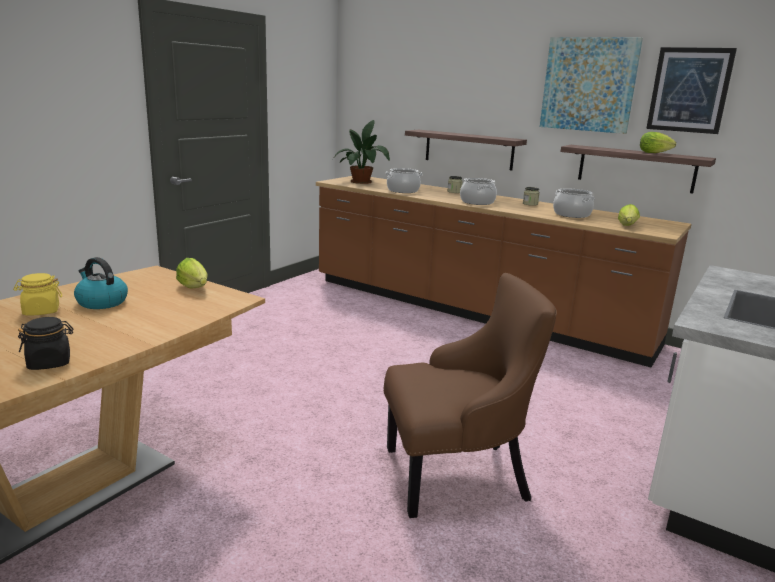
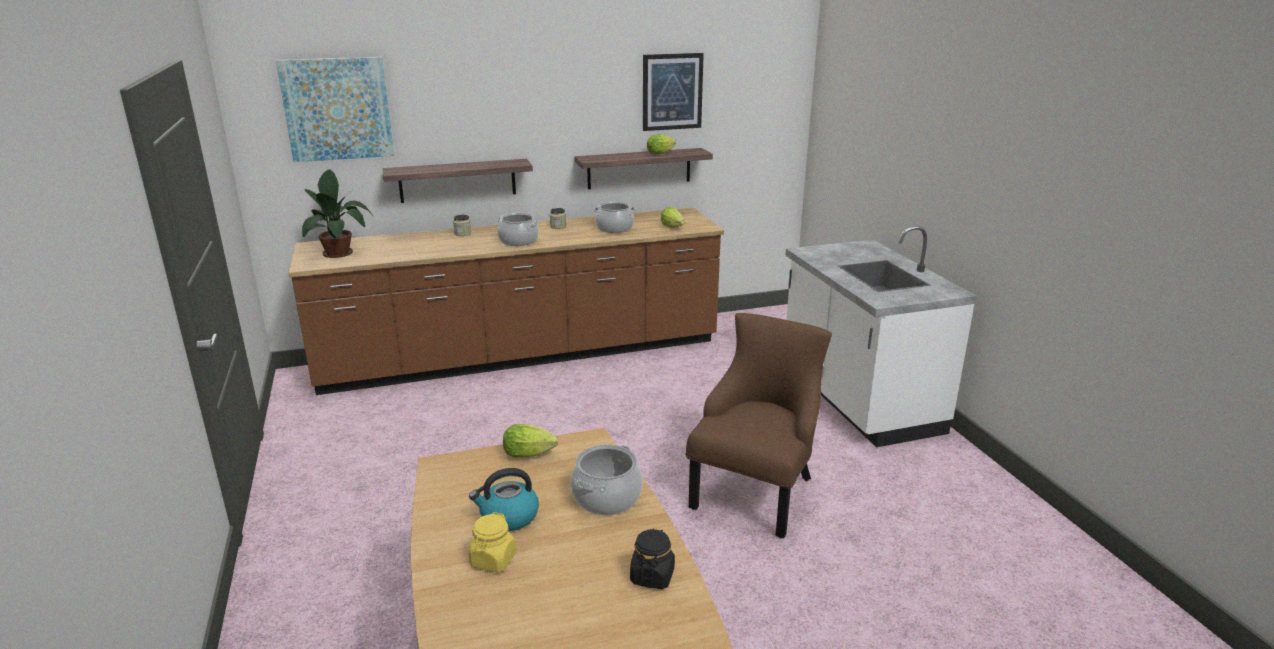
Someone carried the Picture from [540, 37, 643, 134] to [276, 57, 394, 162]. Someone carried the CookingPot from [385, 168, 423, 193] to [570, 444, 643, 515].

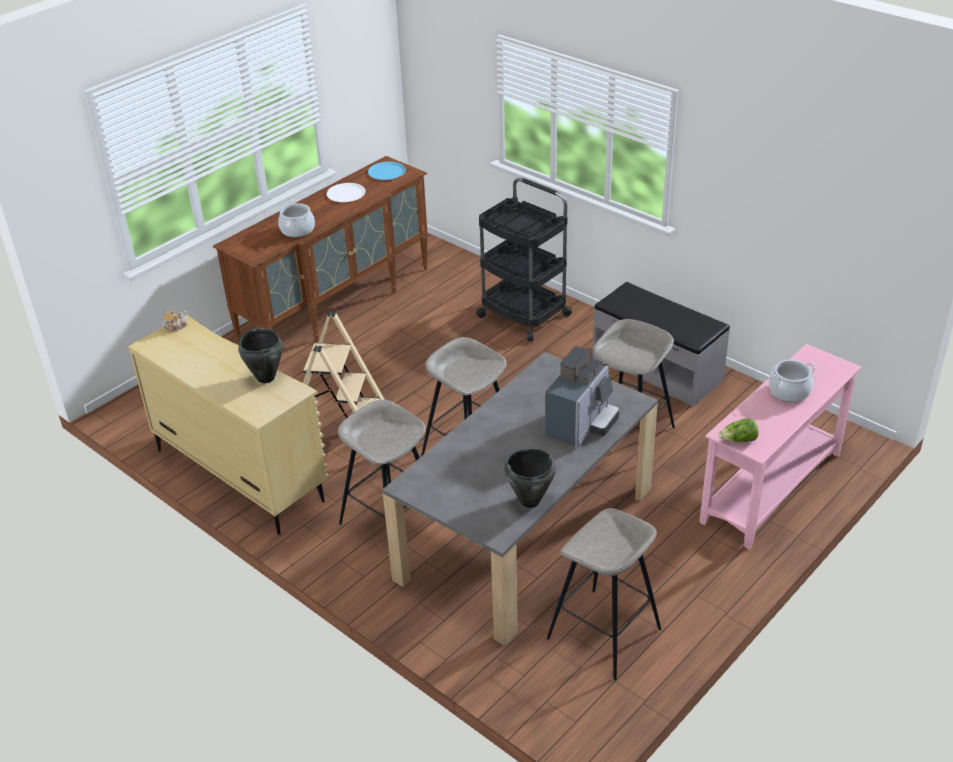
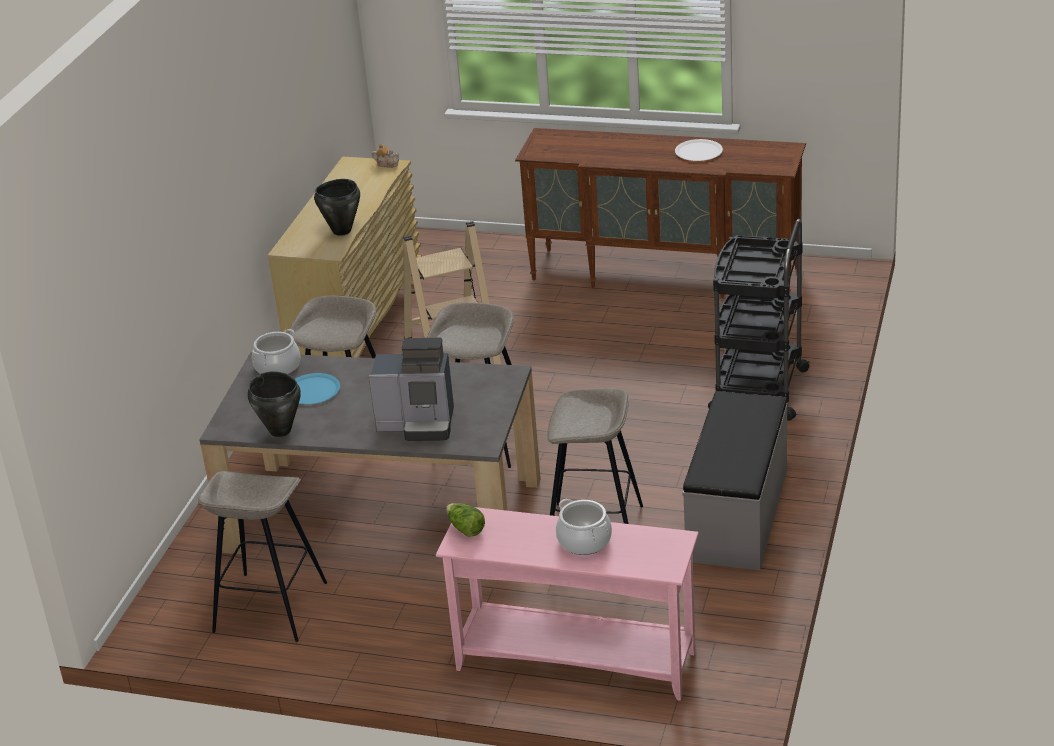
Someone carried the CookingPot from [278, 201, 315, 238] to [252, 329, 300, 375]. Someone carried the BluePlate from [368, 162, 406, 180] to [295, 373, 340, 404].

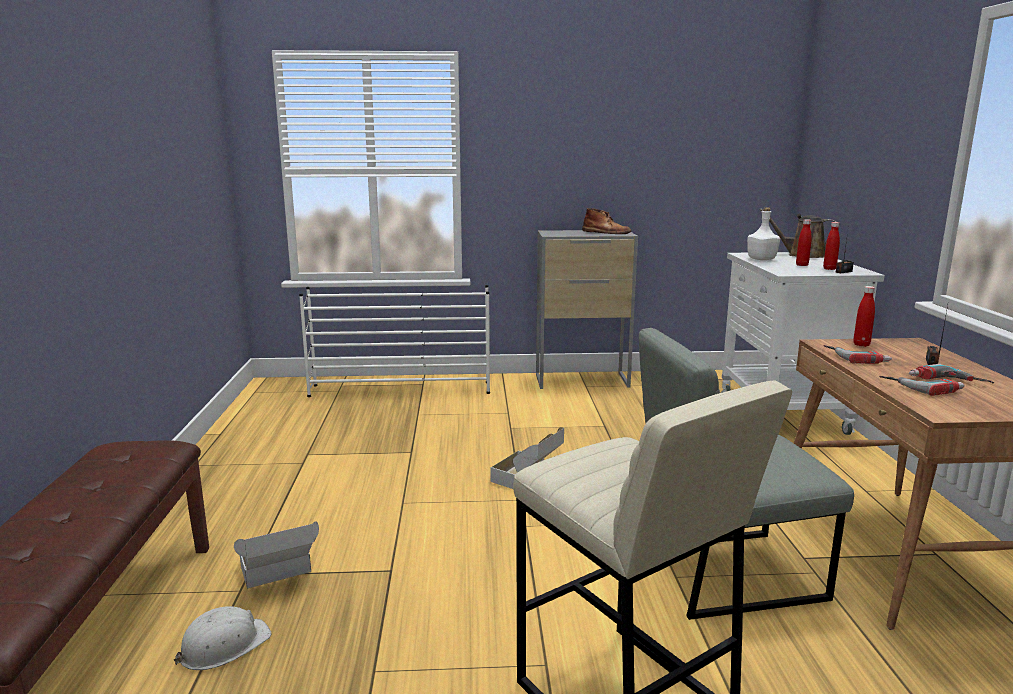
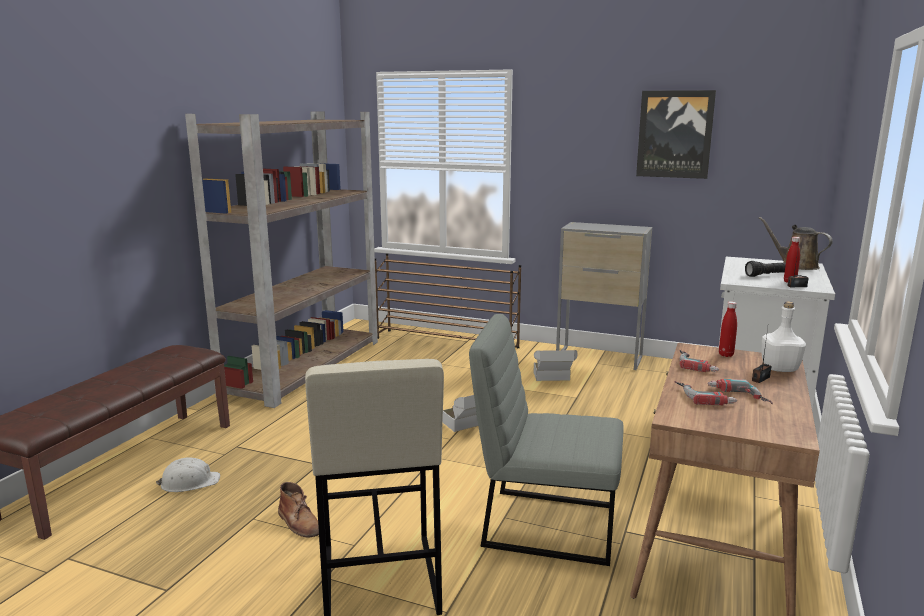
Someone put down the BrownBookcase at [185, 111, 378, 408]. Someone carried the BrownBoot from [582, 208, 631, 234] to [278, 482, 319, 537]. Someone repainted the WhiteShoeRack at [299, 285, 490, 397], which became the BrownShoeRack at [375, 253, 521, 348]. Someone carried the CardboardBox from [234, 521, 319, 589] to [533, 350, 578, 381]. Someone put up the Picture at [636, 90, 716, 179]. Someone swapped the RedBottle at [796, 219, 812, 266] for the BlackFlashlight at [745, 261, 786, 277]. Someone carried the WhiteBottle from [747, 207, 780, 260] to [762, 301, 806, 372].

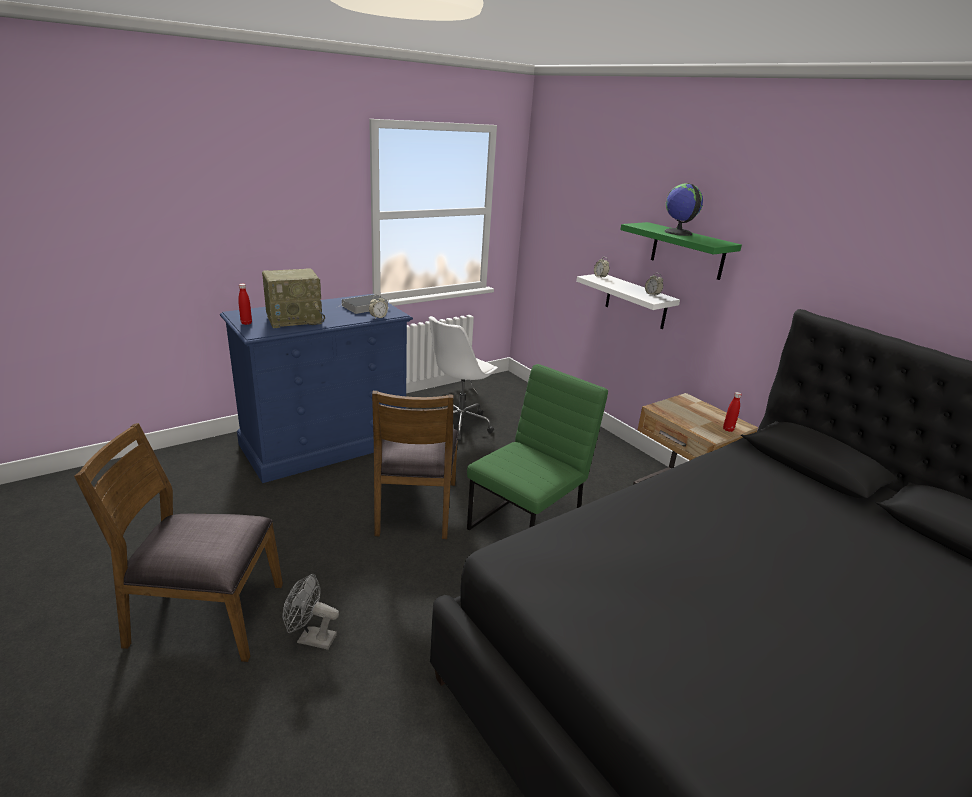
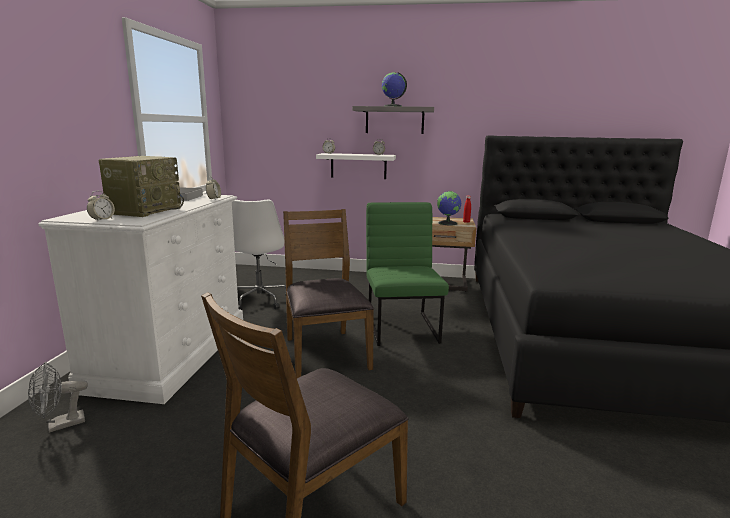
Someone carried the GreyFan from [282, 574, 339, 650] to [28, 362, 88, 433]. Someone repainted the BlueDresser at [220, 294, 413, 483], which became the WhiteDresser at [39, 194, 243, 404]. Someone swapped the RedBottle at [238, 284, 252, 325] for the AlarmClock at [87, 191, 115, 221]. Someone rotated the BrownChair at [372, 391, 459, 539] by 150 degrees counterclockwise. Someone repainted the GreenShelf at [620, 222, 742, 280], which became the GreyShelf at [352, 106, 434, 134]. Someone put down the Globe at [437, 191, 461, 225].

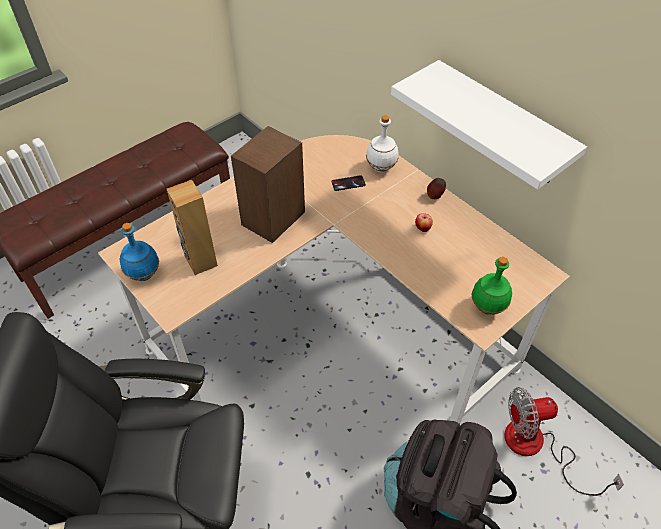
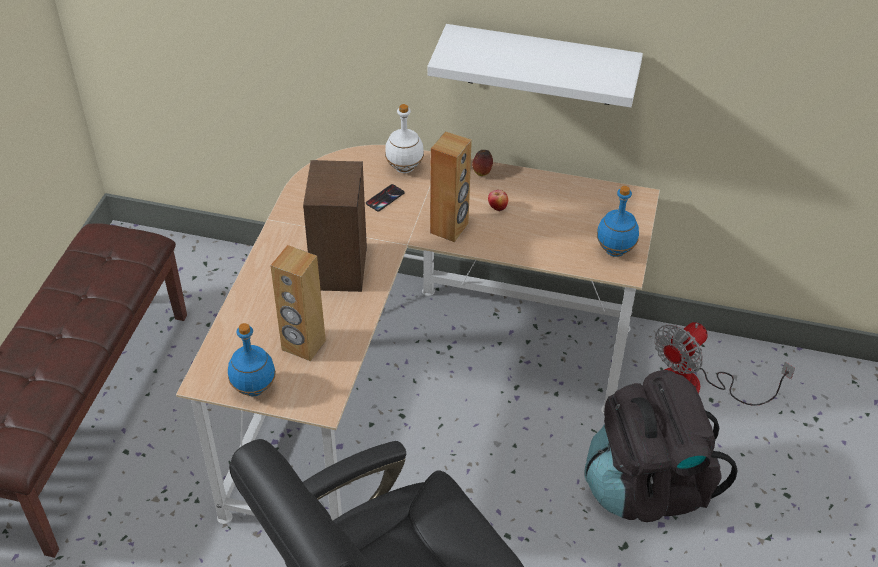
Someone put down the BrownSpeaker at [430, 131, 472, 242]. Someone repainted the GreenBottle at [472, 257, 512, 315], which became the BlueBottle at [597, 186, 639, 257].

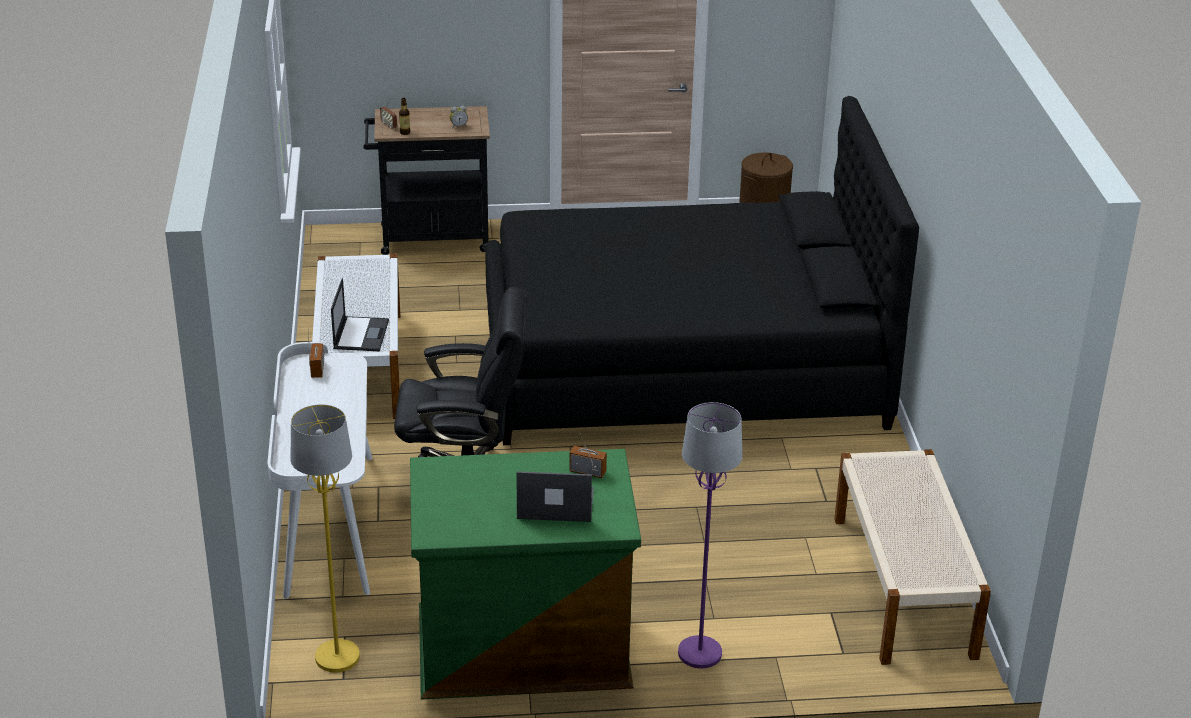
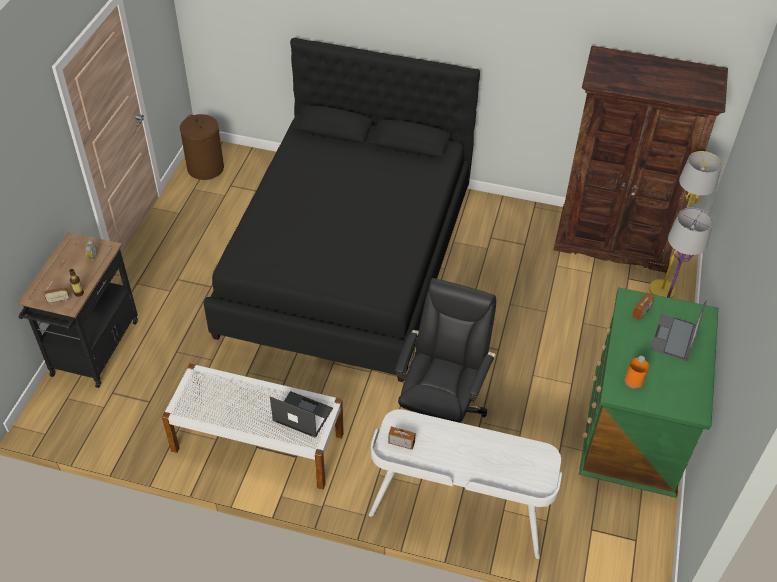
Someone swapped the BeigeBench at [834, 449, 991, 665] for the BrownWardrobe at [554, 46, 728, 273]. Someone put down the OrangeBottle at [624, 356, 649, 389]. Someone carried the YellowFloorLamp from [291, 404, 360, 672] to [649, 151, 722, 298].

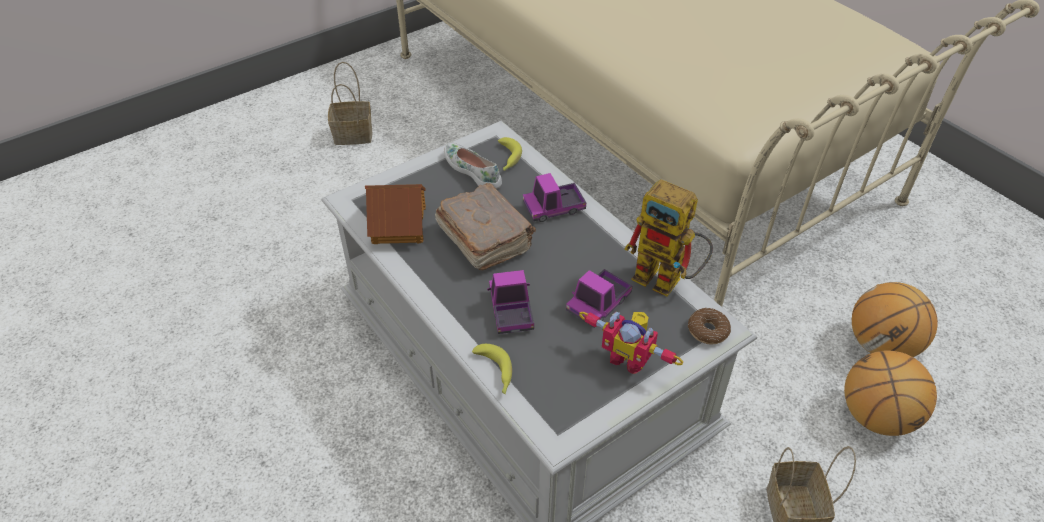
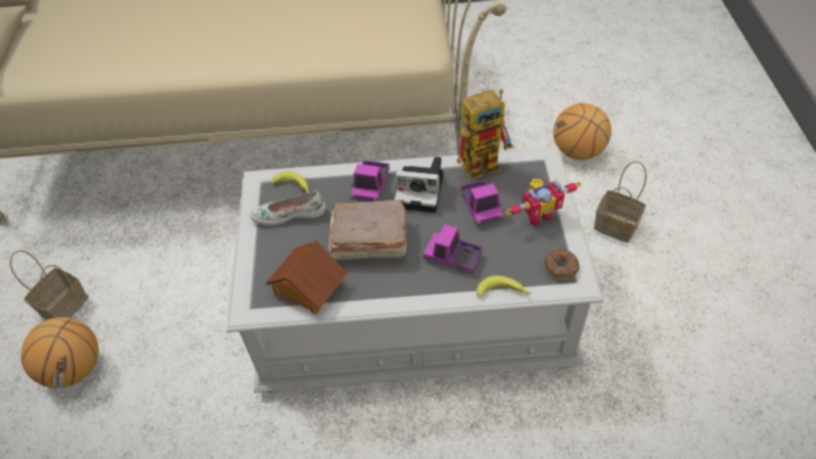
Someone carried the Basketball from [852, 282, 938, 357] to [21, 317, 99, 388]. Someone put down the PhotoCamera at [394, 157, 444, 213]. Someone carried the Donut from [688, 308, 731, 344] to [544, 249, 579, 279].

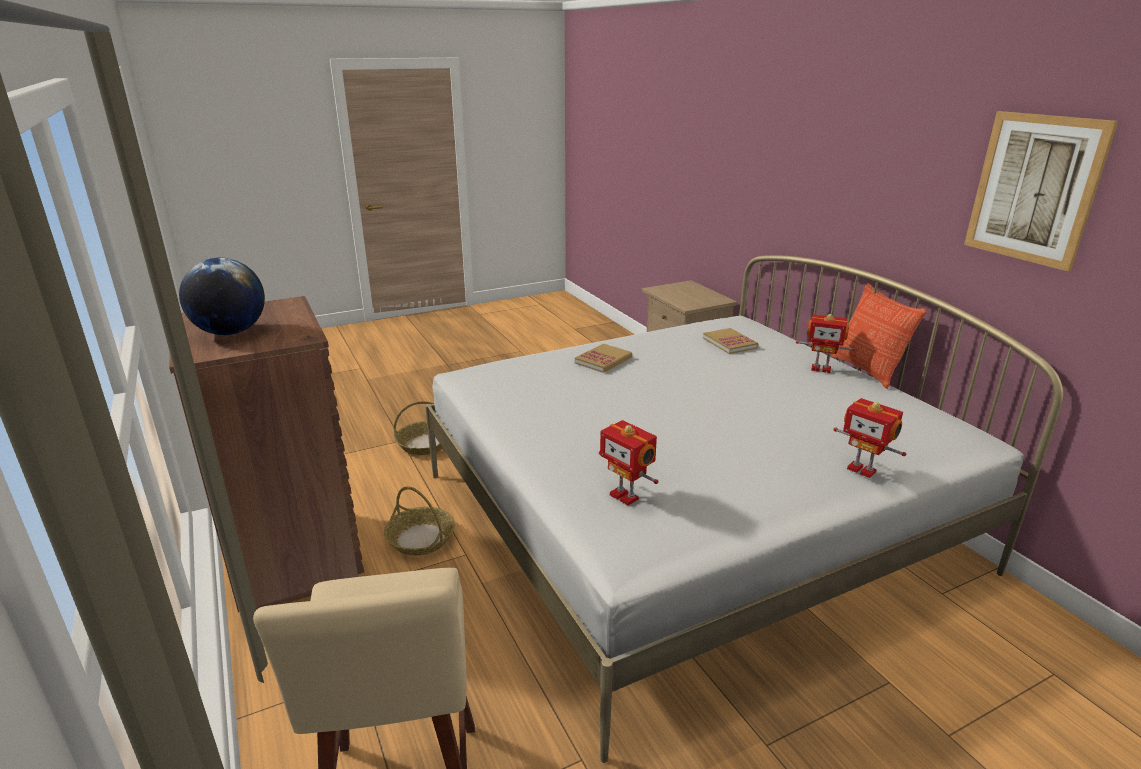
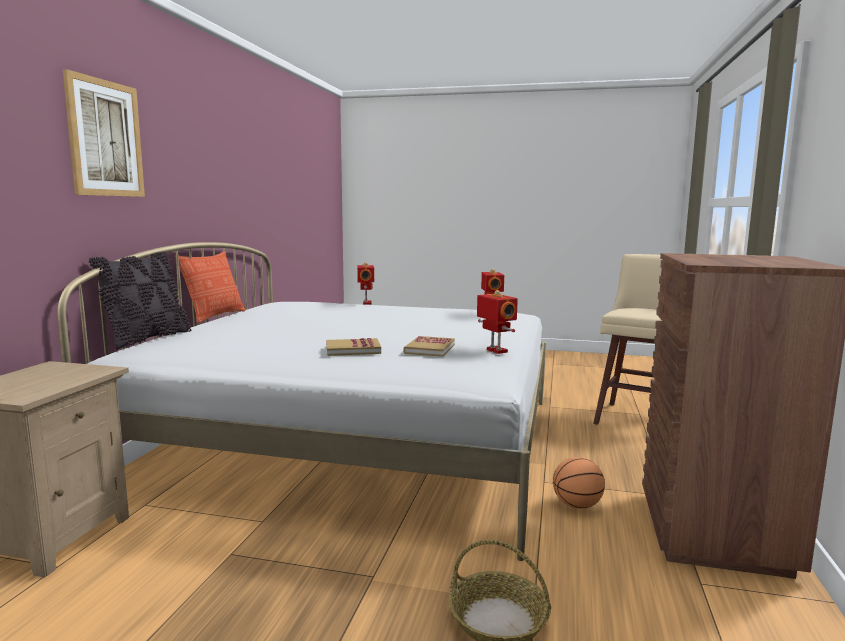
Someone carried the Picture from [964, 111, 1118, 271] to [63, 69, 145, 197]. Someone put down the BlackPillow at [89, 252, 191, 349]. Someone carried the Book from [703, 328, 758, 354] to [403, 336, 455, 357]. Someone carried the ToyRobot from [796, 314, 855, 373] to [477, 290, 518, 354]. Someone swapped the Basket at [384, 486, 455, 556] for the Basketball at [553, 457, 605, 509]. Someone took away the Globe at [179, 257, 265, 335].

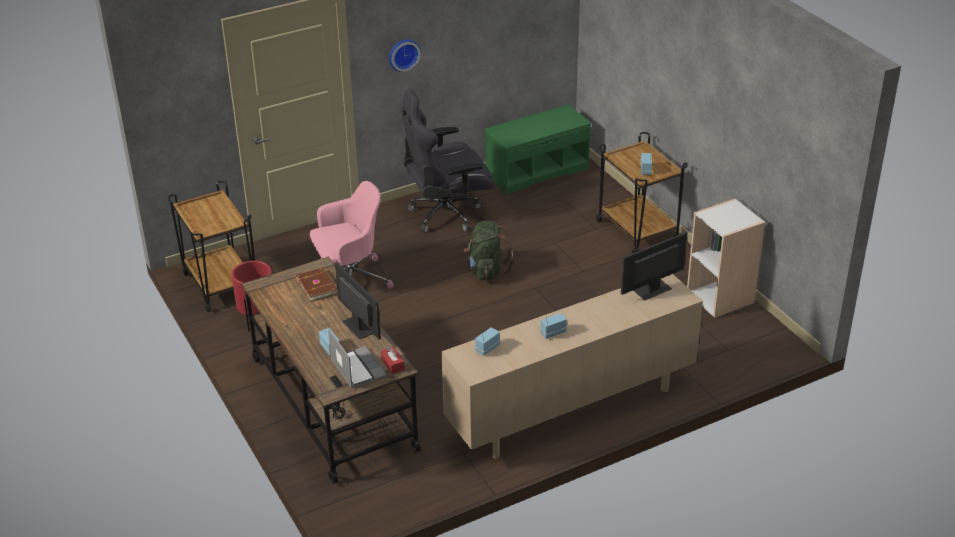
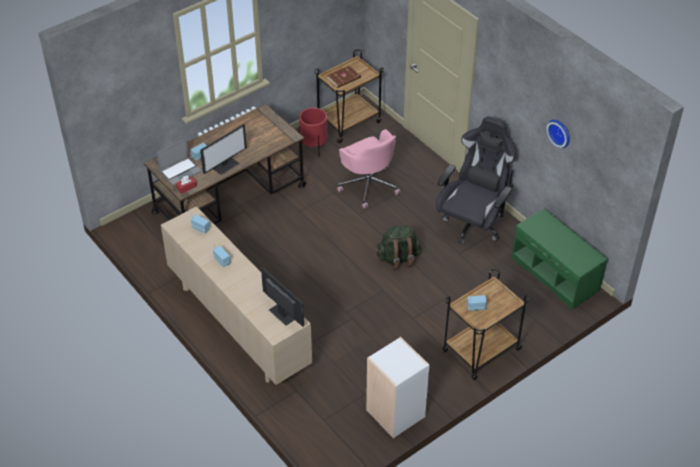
Someone carried the BrownBook from [296, 267, 338, 302] to [327, 65, 361, 88]. Someone rotated the BlackOfficeChair at [402, 89, 495, 232] by 60 degrees clockwise. Someone carried the WallClock from [389, 39, 421, 72] to [546, 120, 570, 148].

